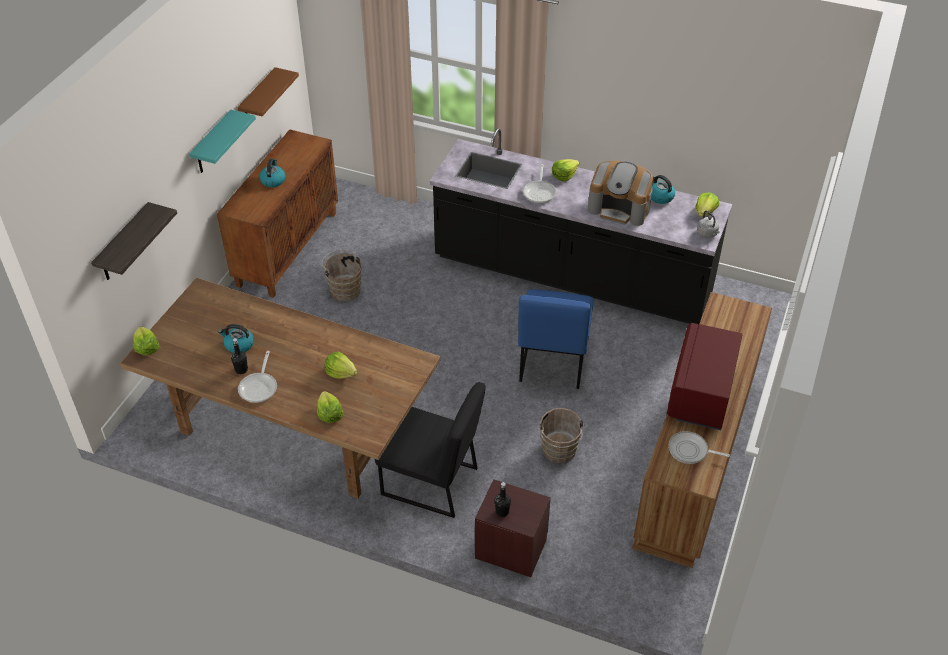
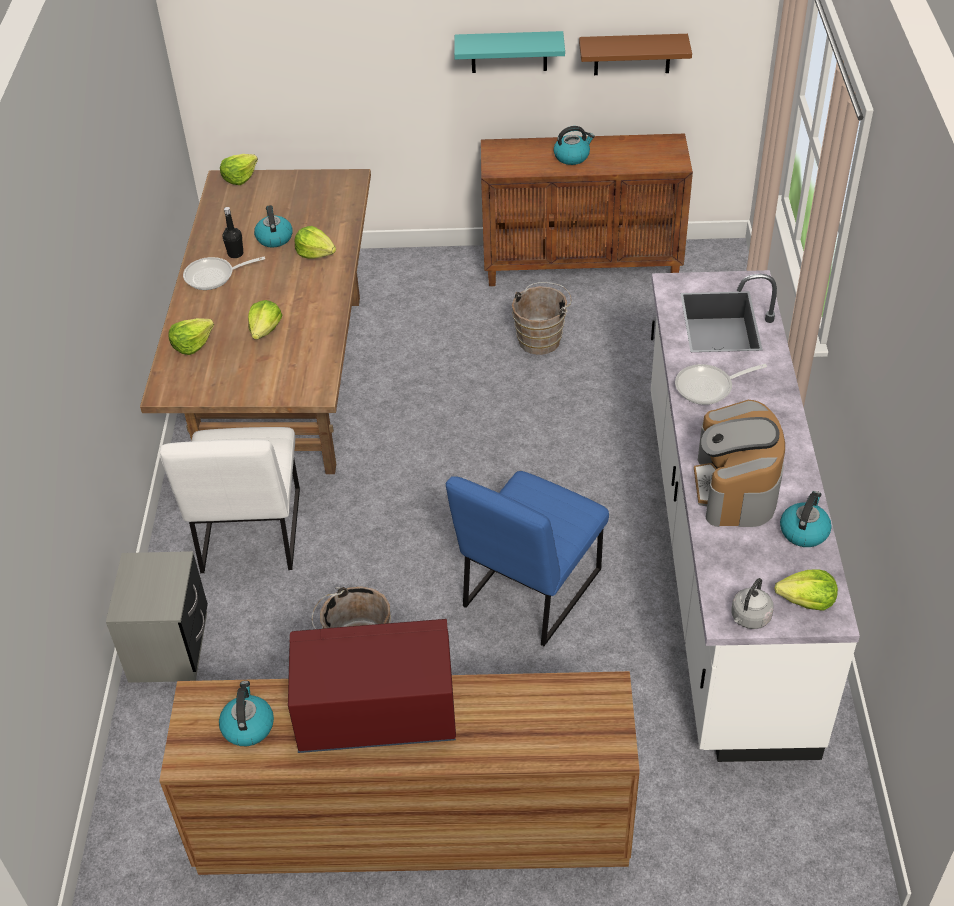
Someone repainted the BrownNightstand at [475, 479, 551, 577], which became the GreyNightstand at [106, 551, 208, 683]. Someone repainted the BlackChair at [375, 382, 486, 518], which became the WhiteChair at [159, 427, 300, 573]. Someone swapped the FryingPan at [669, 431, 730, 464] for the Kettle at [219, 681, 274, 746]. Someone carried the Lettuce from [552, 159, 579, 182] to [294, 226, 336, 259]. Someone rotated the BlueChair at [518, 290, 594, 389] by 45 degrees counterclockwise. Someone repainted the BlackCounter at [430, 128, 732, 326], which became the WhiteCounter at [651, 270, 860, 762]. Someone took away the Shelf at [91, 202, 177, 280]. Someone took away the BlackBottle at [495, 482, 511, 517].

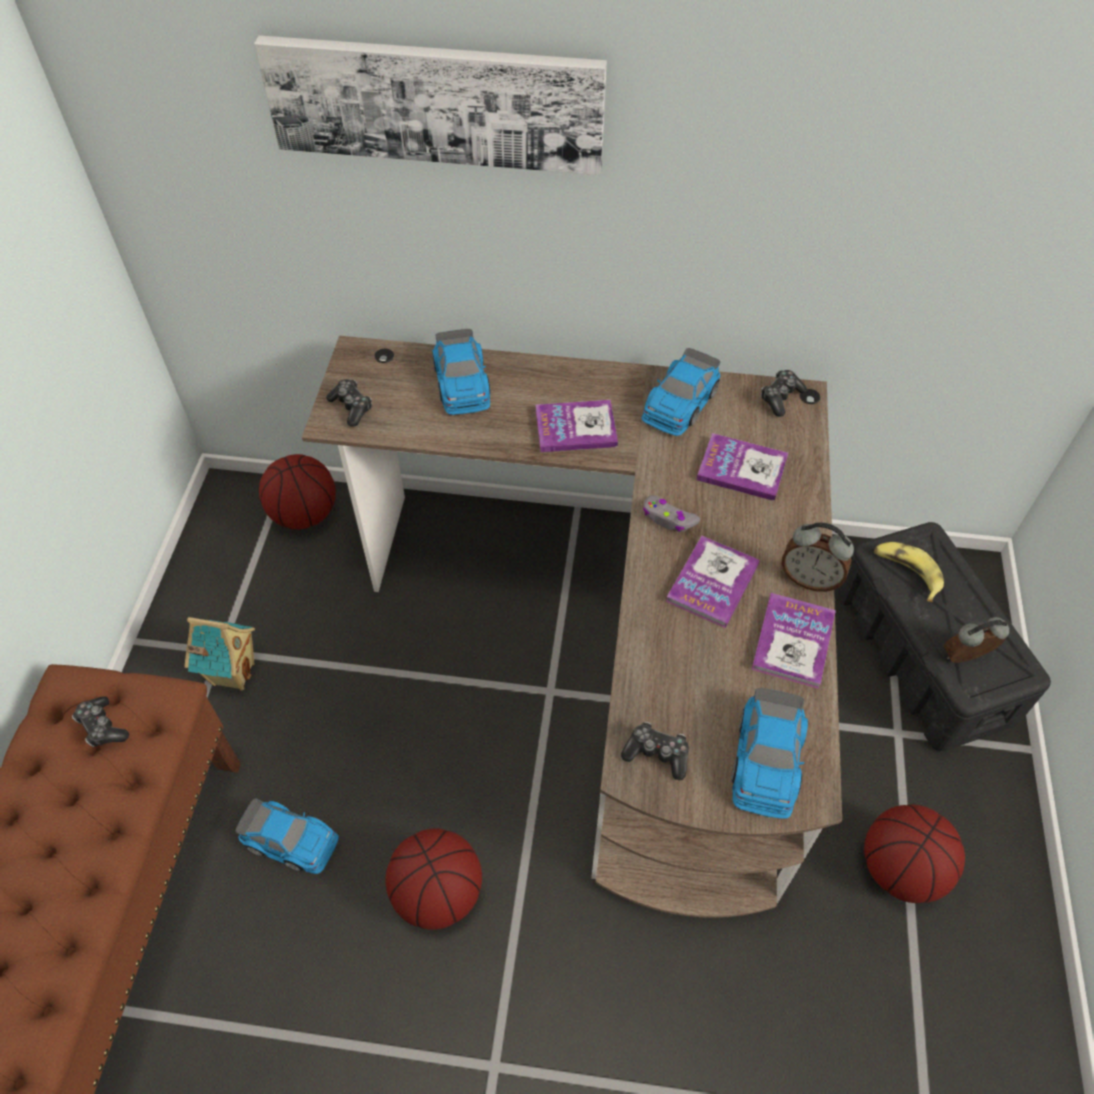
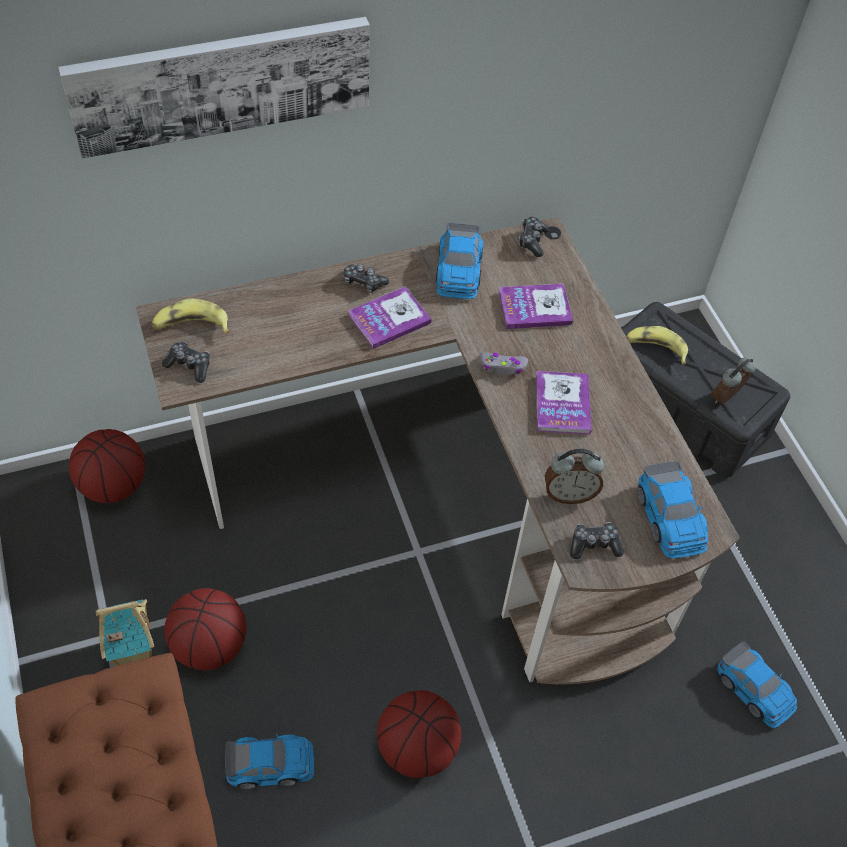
Someone put down the Banana at [152, 299, 229, 334]. Someone carried the Basketball from [864, 805, 965, 903] to [164, 588, 247, 670]. Someone carried the GameController from [72, 696, 129, 747] to [344, 264, 389, 293]. Someone carried the AlarmClock from [781, 522, 854, 592] to [545, 449, 604, 504]. Someone carried the ToyCar from [432, 329, 491, 415] to [717, 642, 797, 728]. Someone took away the Book at [751, 593, 836, 689].

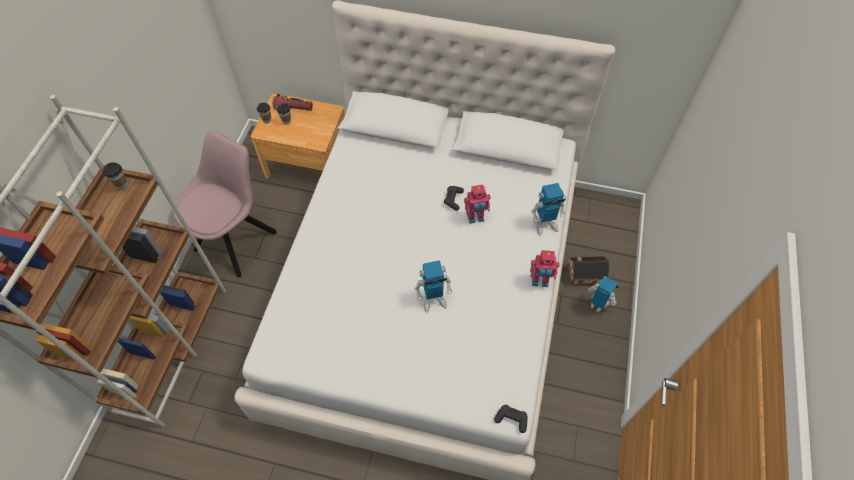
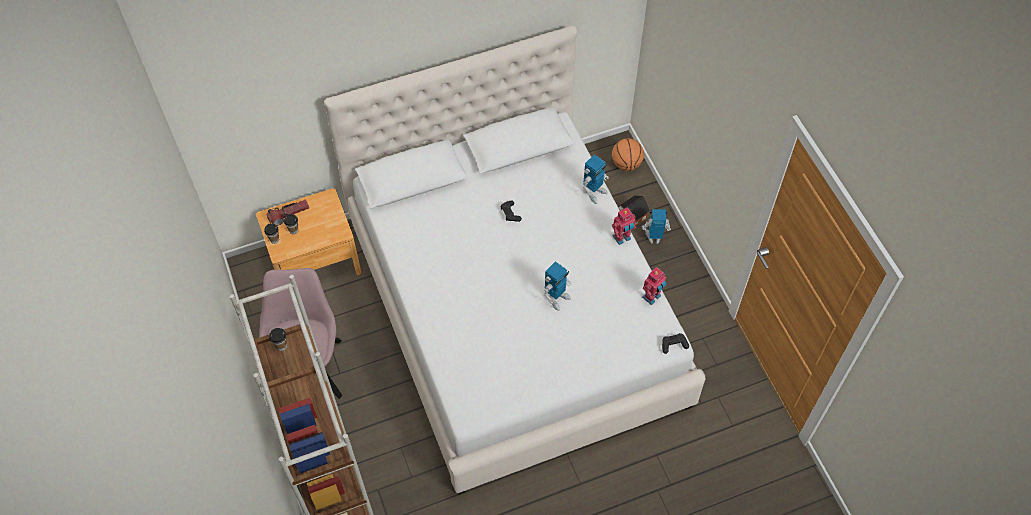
Someone put down the Basketball at [612, 138, 644, 171]. Someone carried the ToyRobot from [464, 184, 491, 224] to [642, 267, 666, 305].

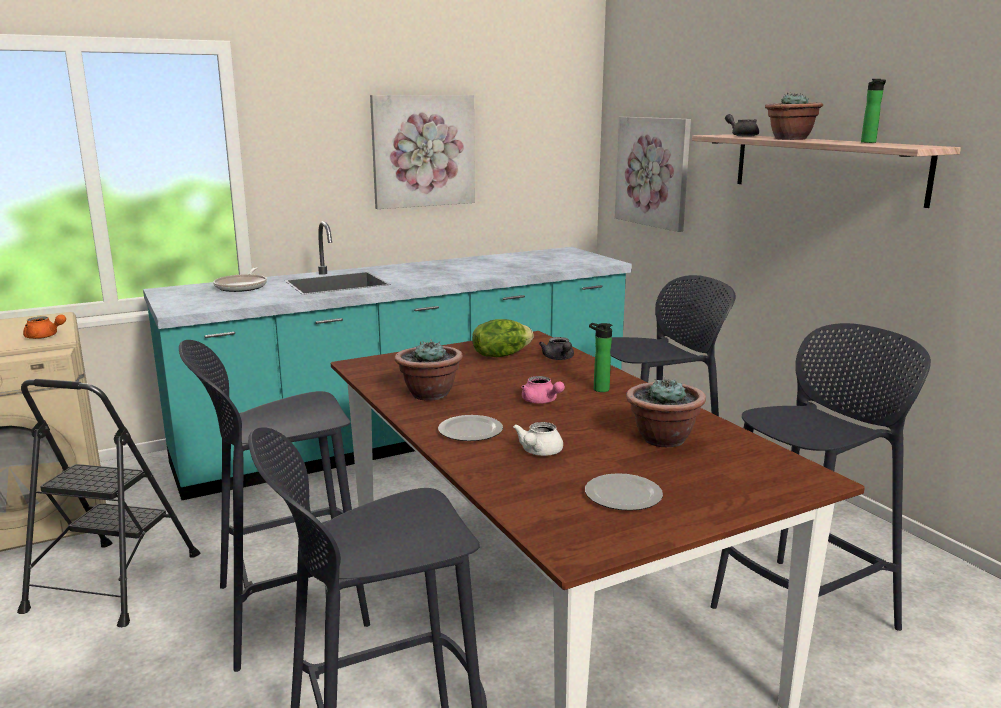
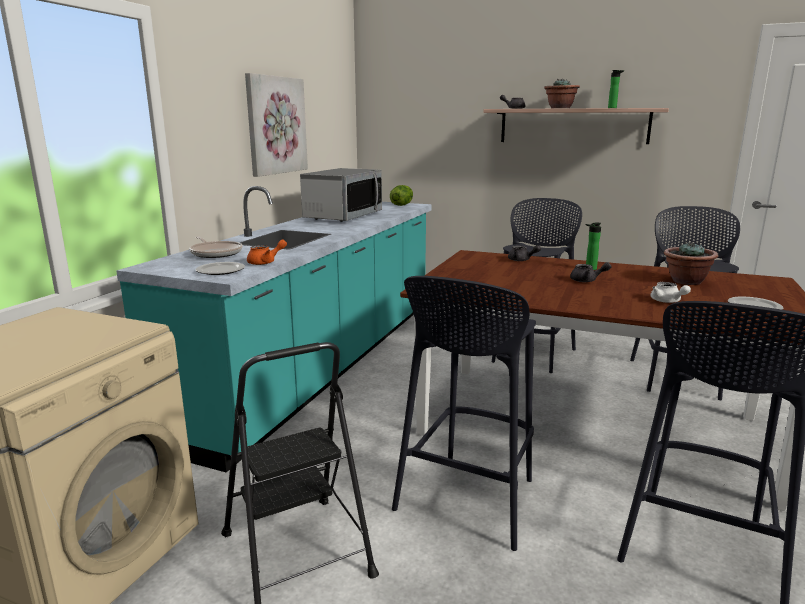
Someone carried the Plate from [438, 415, 503, 441] to [196, 262, 245, 275]. Someone carried the OrangeTeapot from [23, 314, 66, 339] to [247, 239, 287, 265]. Someone put down the Microwave at [300, 168, 382, 222]. Someone carried the Lettuce from [472, 319, 533, 357] to [390, 185, 413, 206]. Someone repainted the PinkTeapot at [521, 376, 565, 404], which became the GreyTeapot at [570, 262, 611, 282]. Someone took away the PottedPlant at [395, 339, 463, 401]. Someone took away the Picture at [615, 117, 691, 232].

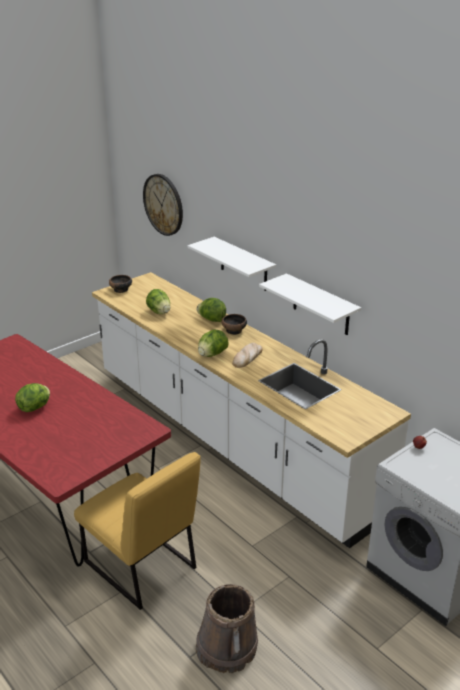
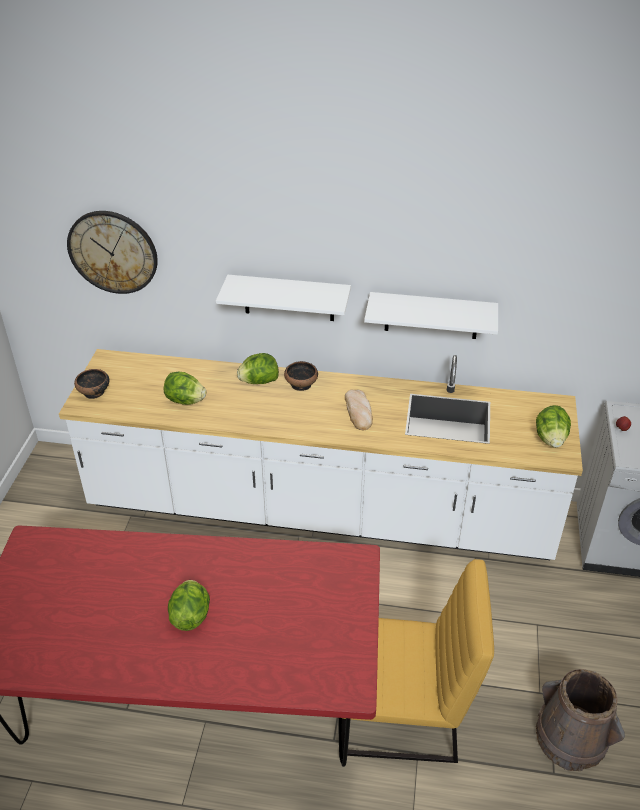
Someone carried the Lettuce from [198, 330, 229, 357] to [536, 405, 571, 448].

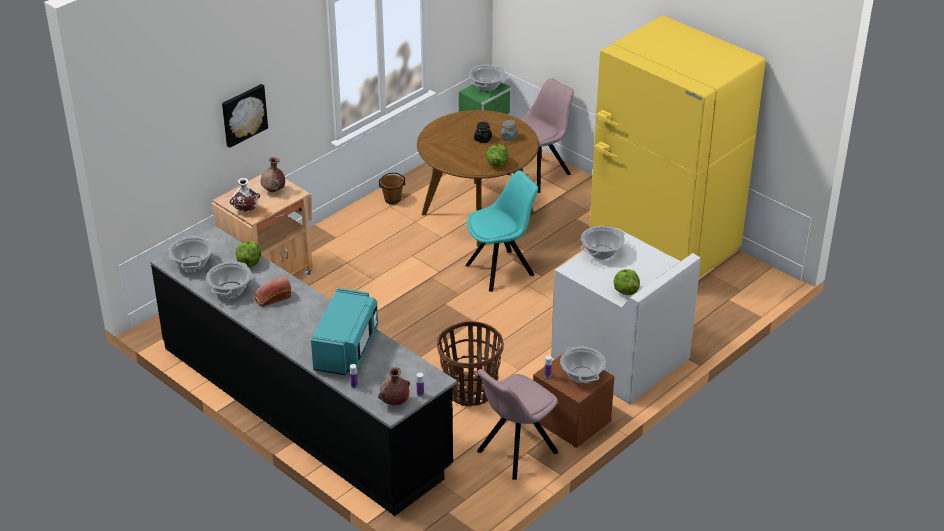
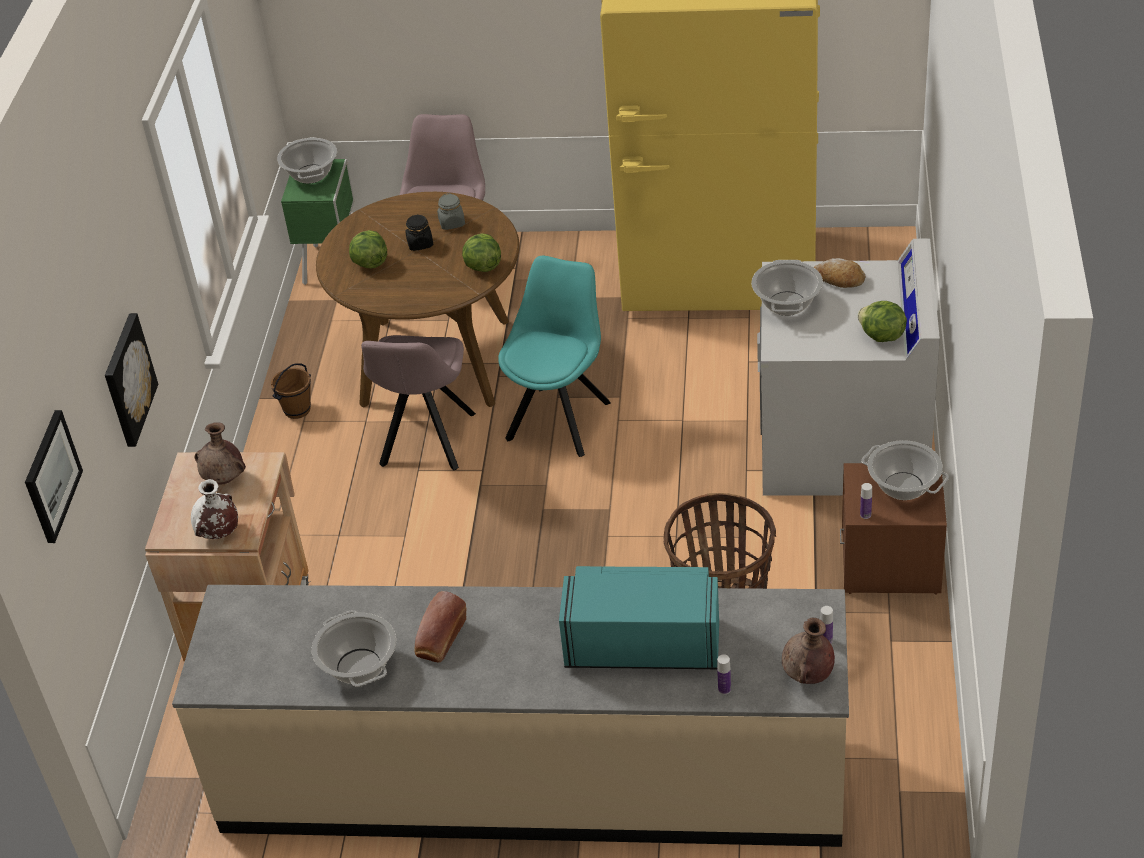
Someone put up the Picture at [25, 410, 83, 543]. Someone repainted the BlackCounter at [150, 226, 457, 516], which became the BeigeCounter at [172, 585, 849, 847]. Someone carried the Lettuce from [236, 241, 261, 267] to [349, 230, 387, 269]. Someone carried the PinkChair from [477, 369, 558, 480] to [362, 335, 476, 470]. Someone rotated the TurquoiseMicrowave at [311, 288, 378, 375] by 60 degrees counterclockwise. Someone put down the Bread at [814, 258, 865, 288]. Someone took away the CookingPot at [168, 236, 213, 271].

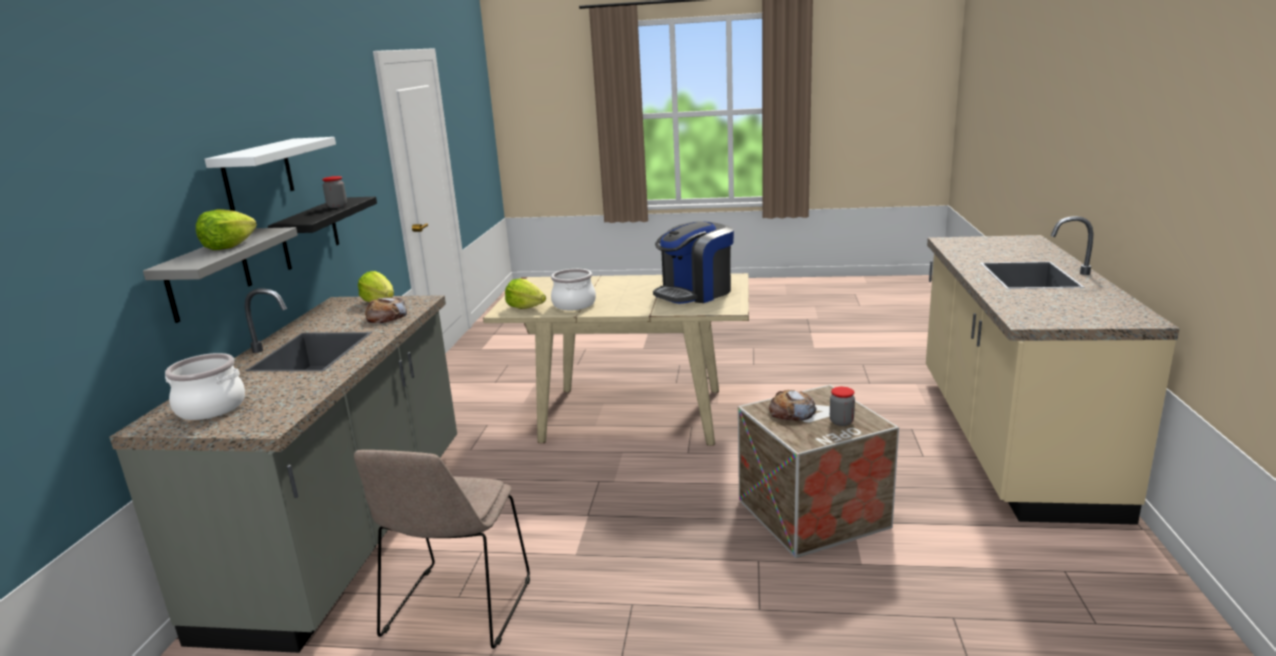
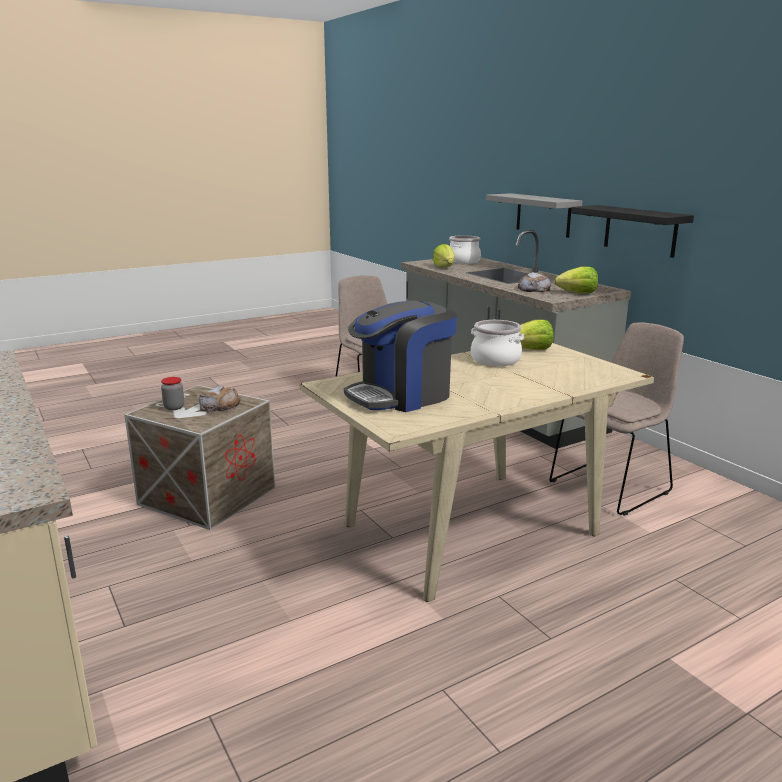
Someone rotated the CoffeeMachine at [653, 221, 734, 304] by 135 degrees counterclockwise. Someone carried the Lettuce from [196, 209, 257, 250] to [433, 244, 455, 268]. Someone put down the BeigeChair at [550, 323, 684, 516]. Someone took away the WhiteShelf at [204, 137, 336, 211]. Someone took away the Jar at [322, 176, 347, 208].

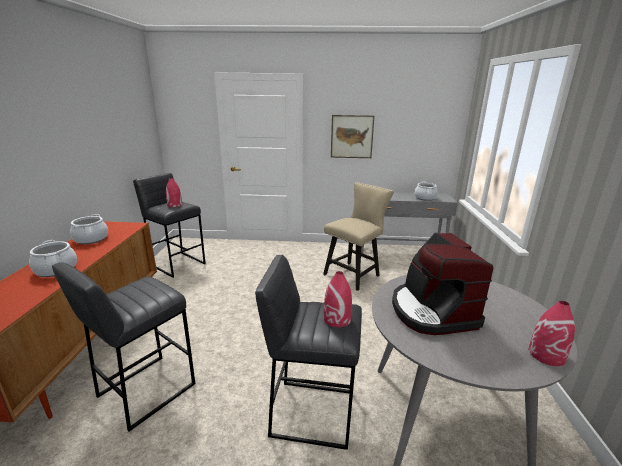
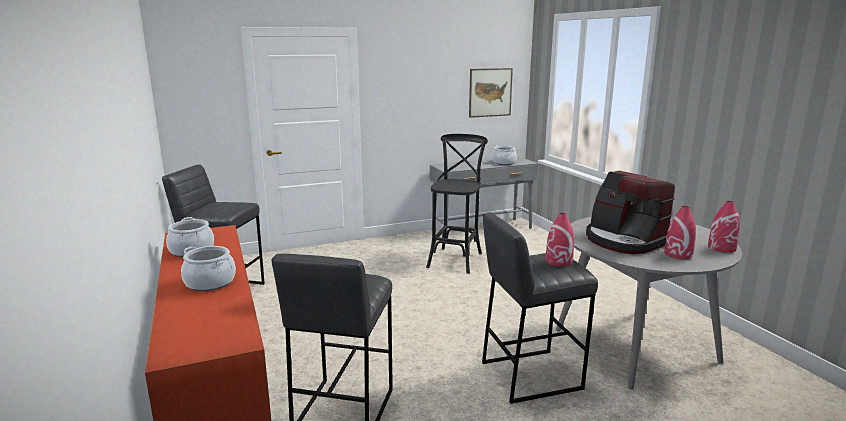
Someone swapped the BeigeChair at [323, 182, 394, 291] for the BlackStool at [426, 134, 488, 274]. Someone carried the Picture from [331, 115, 374, 158] to [469, 68, 513, 118]. Someone carried the RedVase from [166, 178, 182, 207] to [664, 206, 696, 259].

